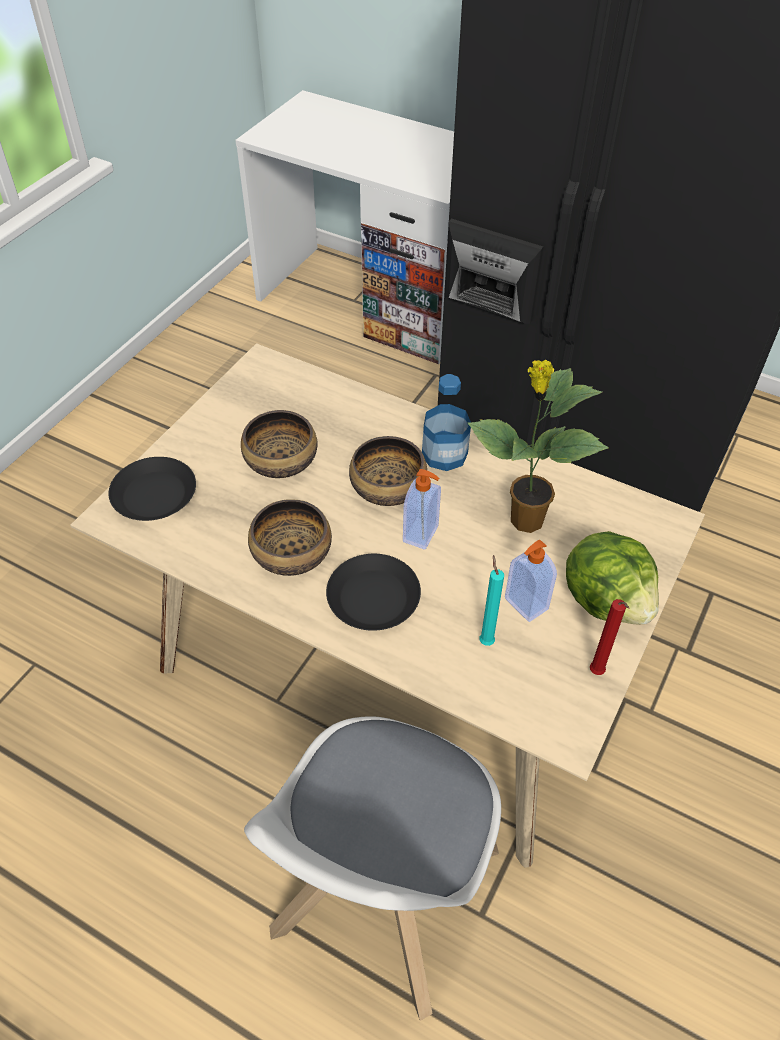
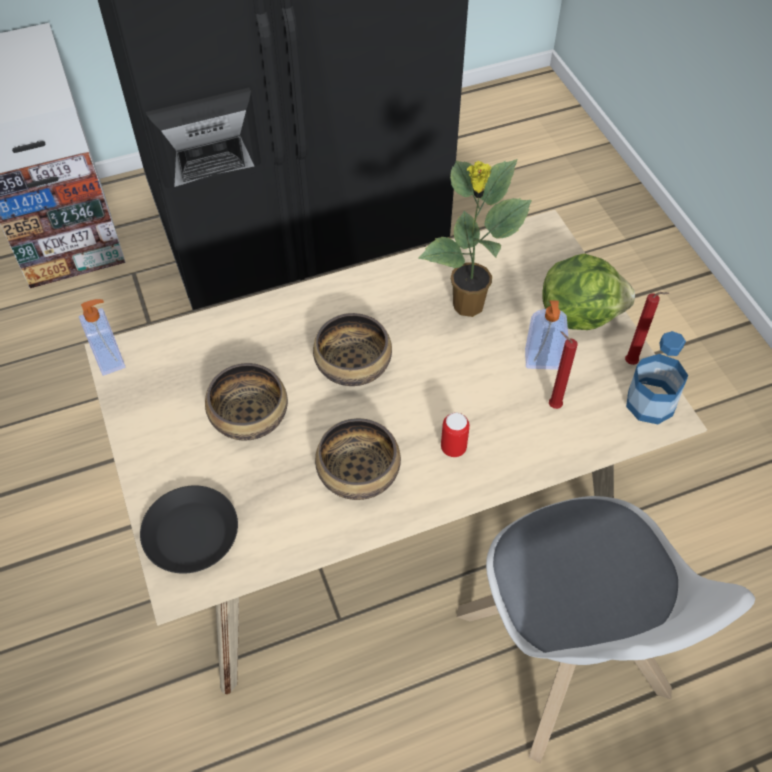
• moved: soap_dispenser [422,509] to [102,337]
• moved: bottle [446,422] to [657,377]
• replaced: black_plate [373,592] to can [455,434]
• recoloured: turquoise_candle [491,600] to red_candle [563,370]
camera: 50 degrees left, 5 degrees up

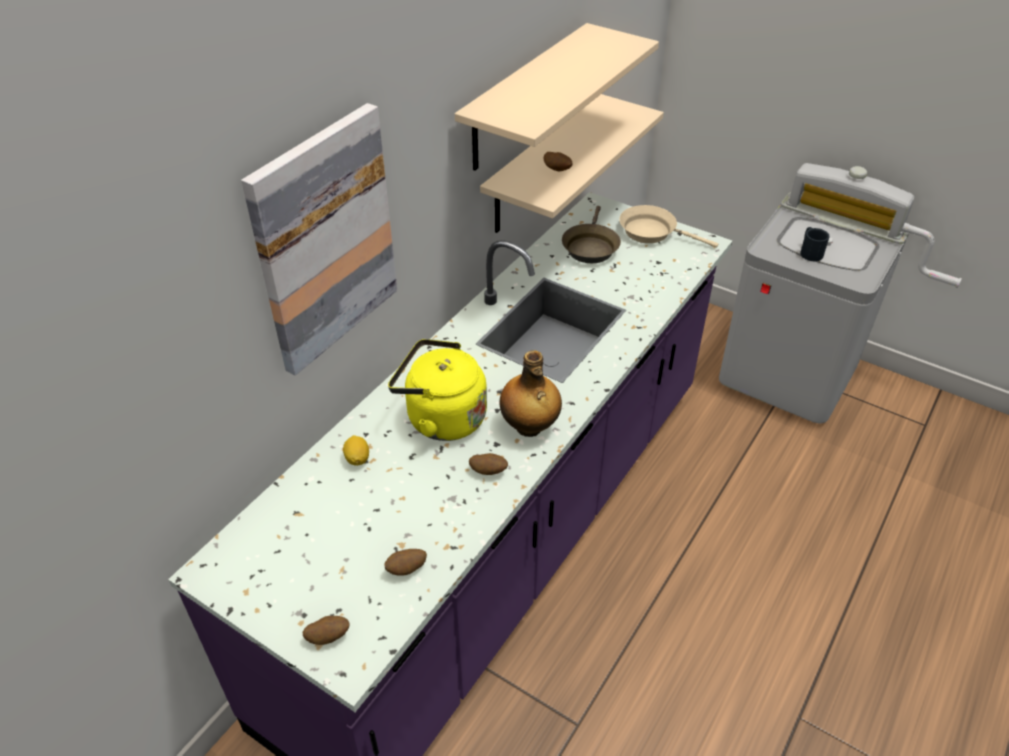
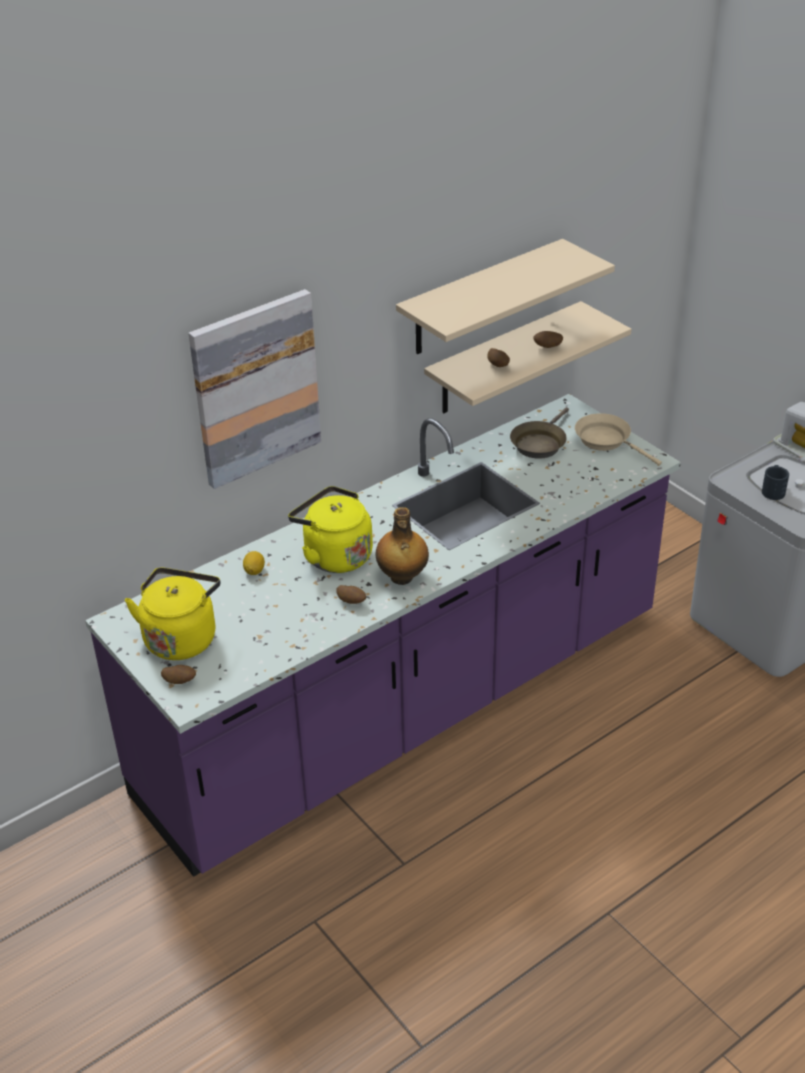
• added: yellow_kettle [173,614]
• moved: potato [405,562] to [548,339]
camera: 20 degrees right, 5 degrees down

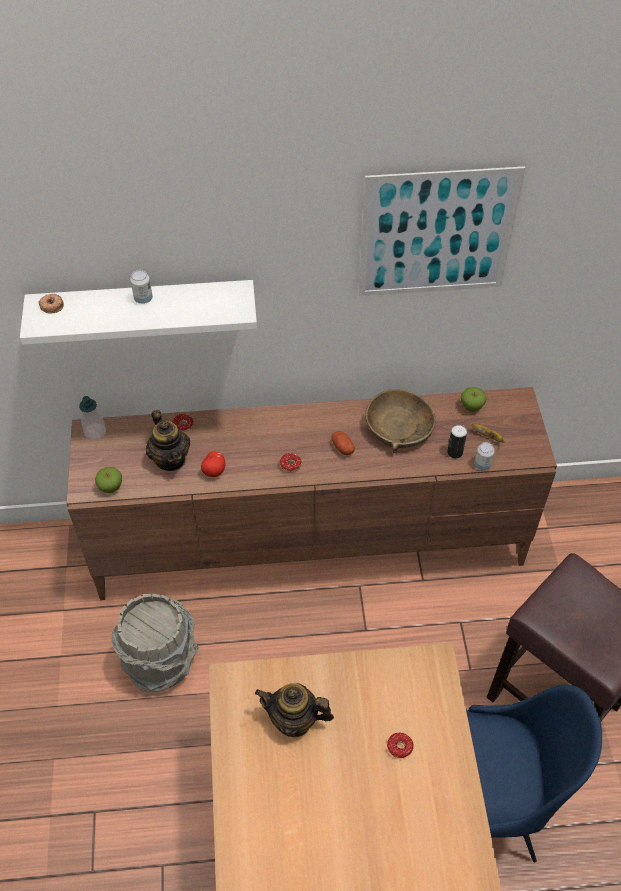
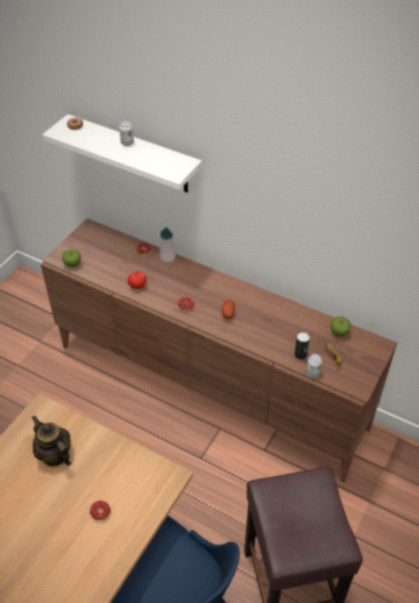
• removed: grey_bucket [155,643]
• removed: teapot [168,440]
• removed: picture [442,231]
• removed: brown_bowl [400,421]
• moved: soap_dispenser [92,418] to [167,245]
camera: 35 degrees right, 5 degrees down

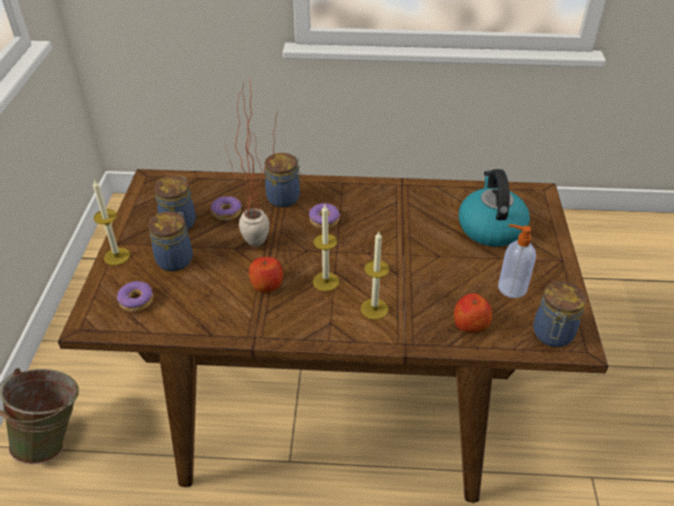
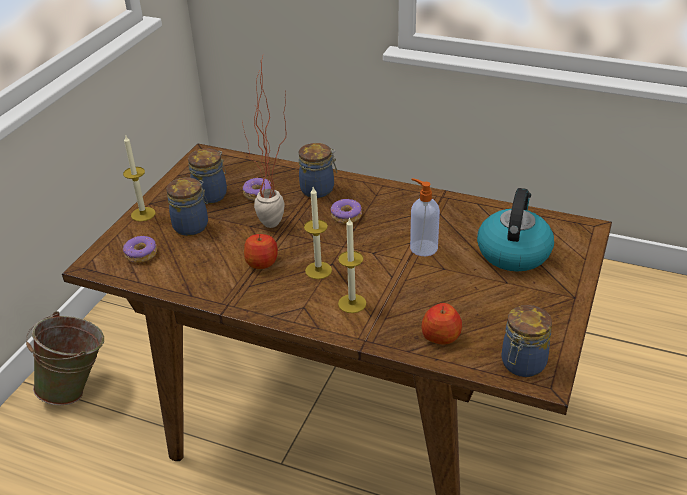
• moved: soap_dispenser [517,261] to [425,217]
camera: 20 degrees right, 5 degrees down

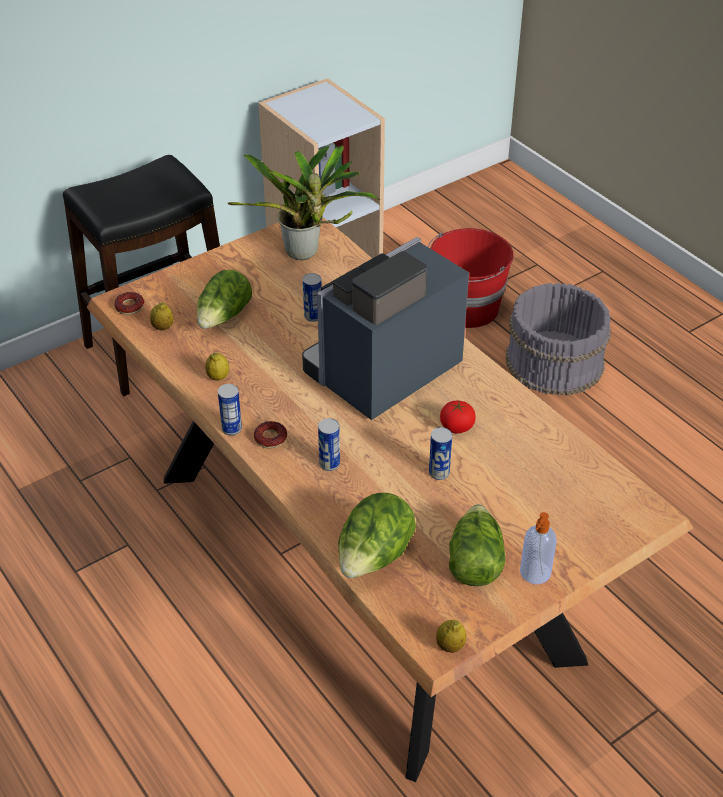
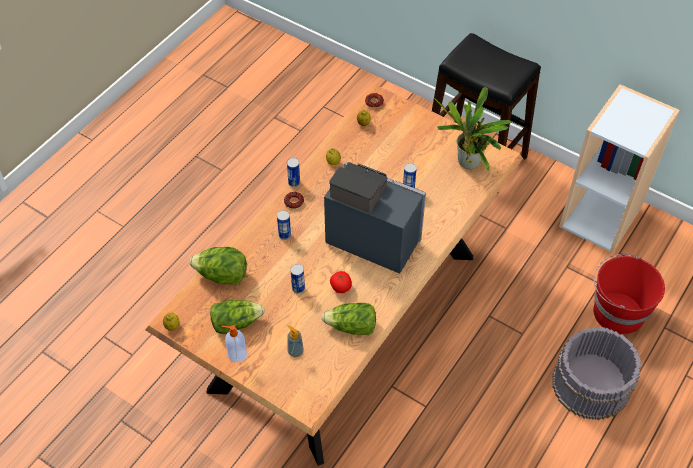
• added: soap_dispenser [295,341]
• moved: lettuce [224,299] to [348,319]
camera: 70 degrees right, 10 degrees up

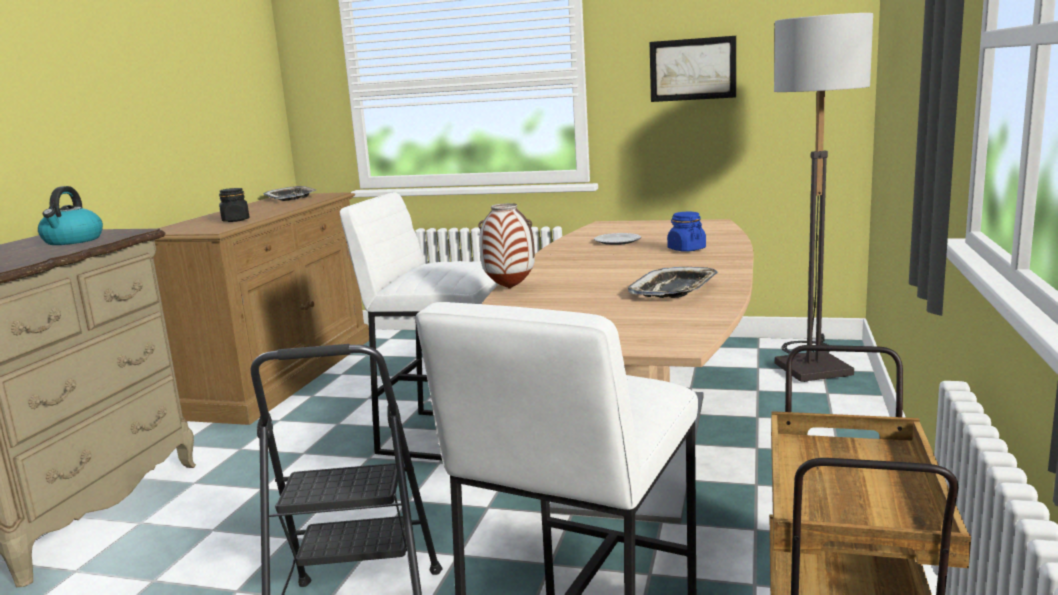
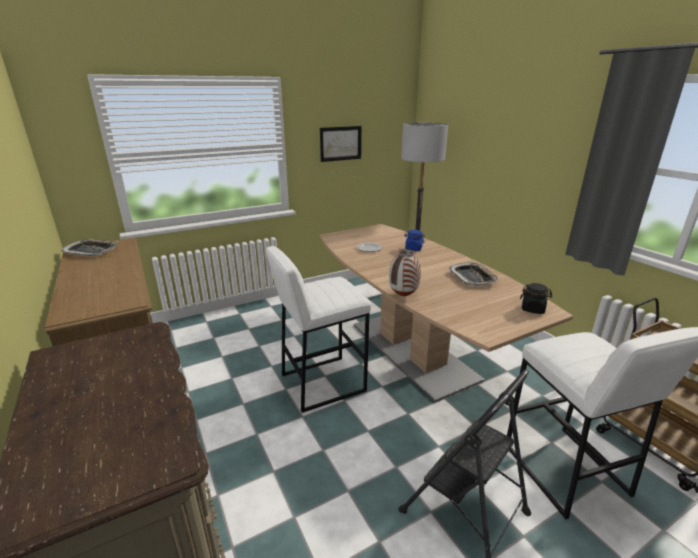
• removed: kettle [70,215]
• moved: black_jar [234,205] to [536,298]
camera: 45 degrees left, 10 degrees up

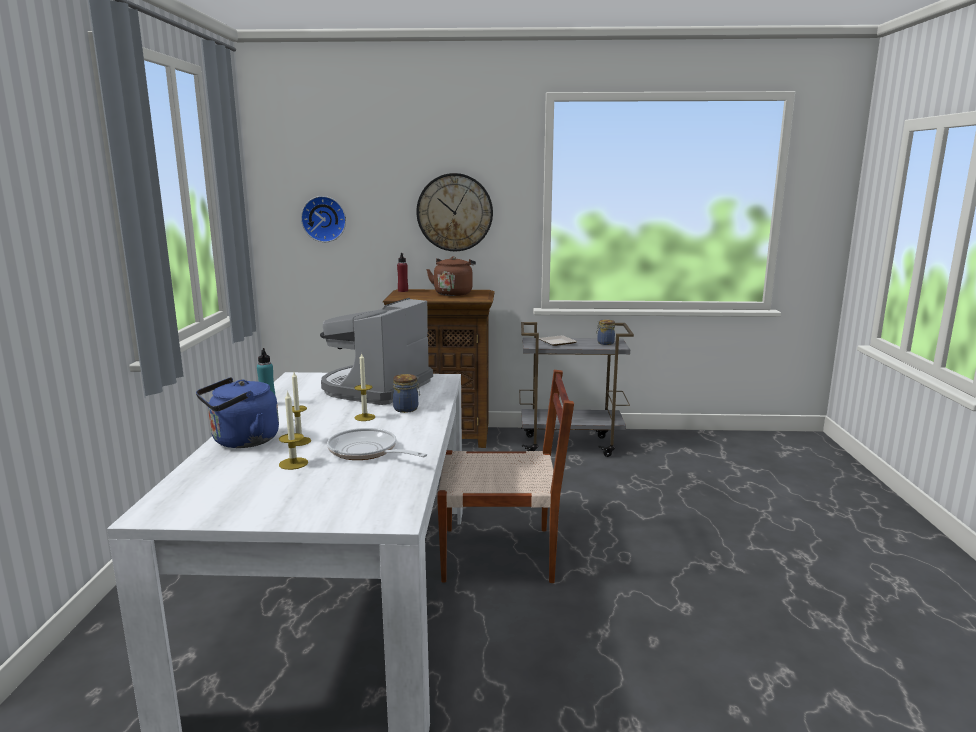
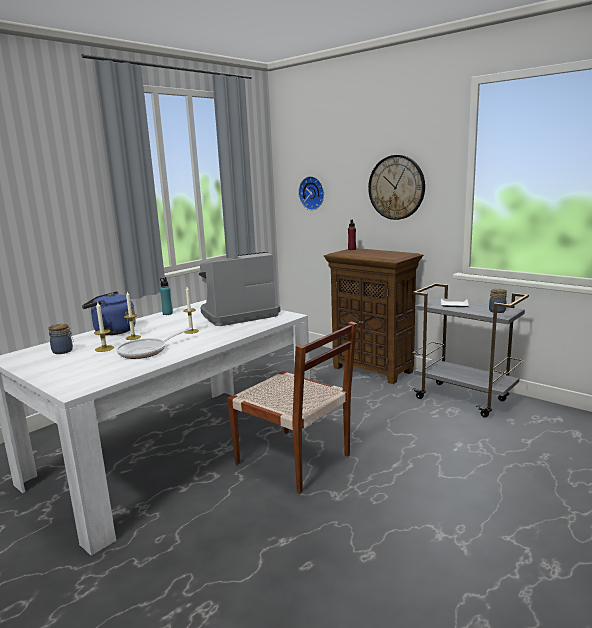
• removed: brown_kettle [451,276]
• moved: jar [406,393] to [61,339]
• turned: frying_pan [377,444] = [154,343] 120 degrees counterclockwise
camera: 40 degrees right, 0 degrees up

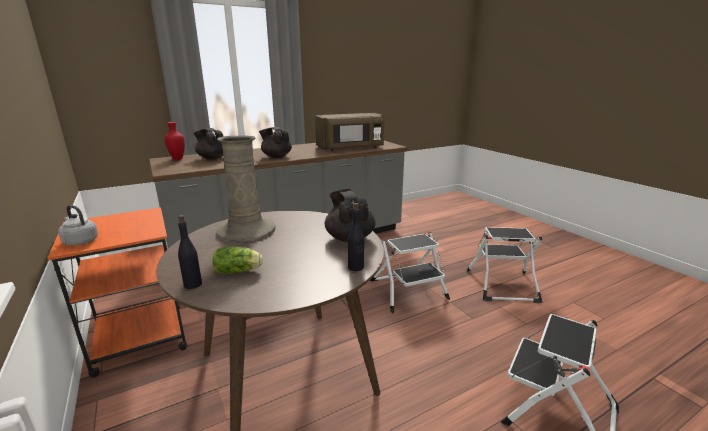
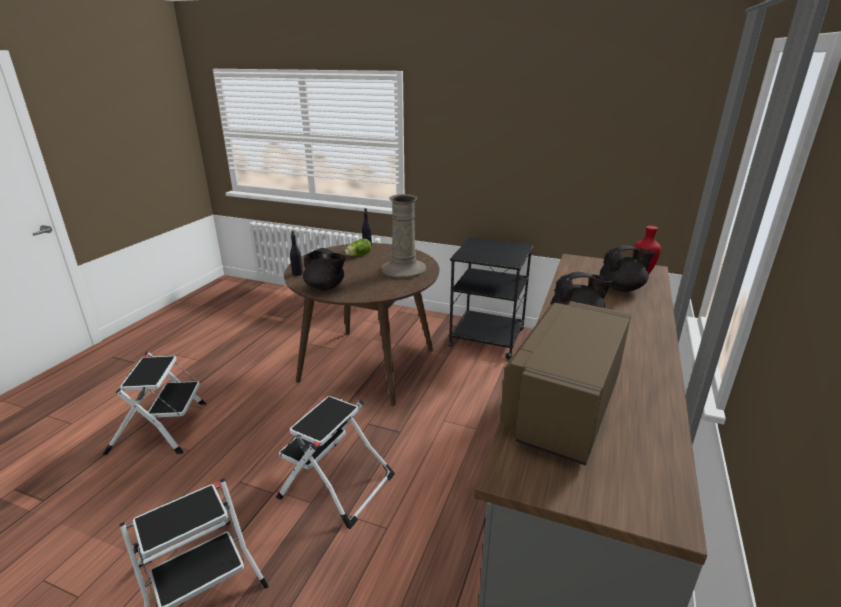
• removed: grey_kettle [78,225]
• recoloured: orange_cart [118,292] to black_cart [491,298]
camera: 140 degrees right, 5 degrees up

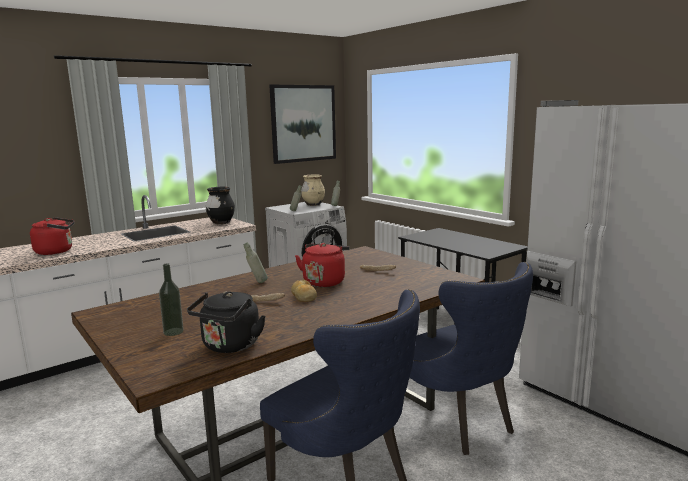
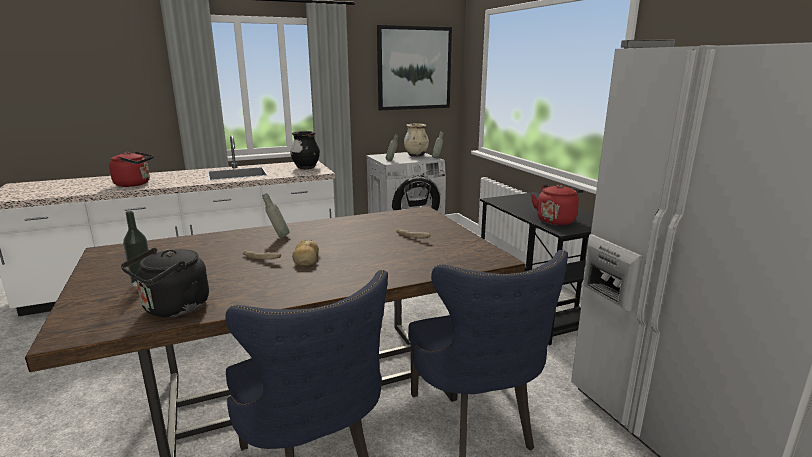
• moved: red_kettle [322,265] to [557,204]
camera: 15 degrees right, 5 degrees up

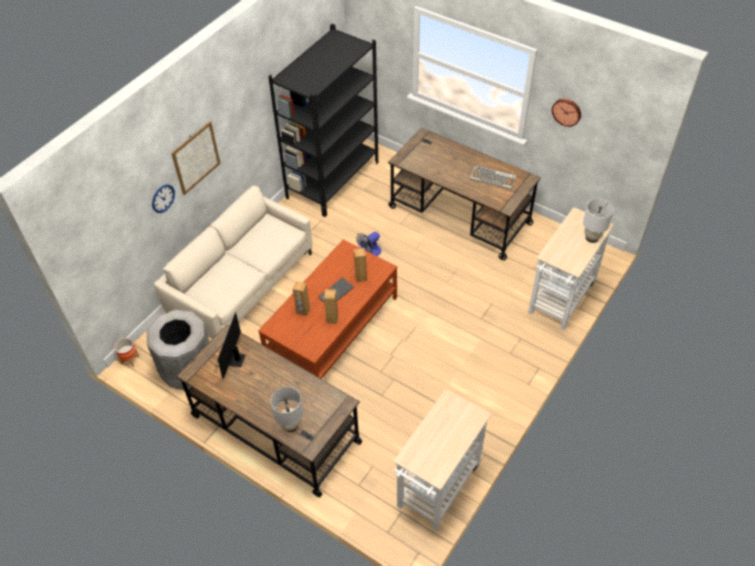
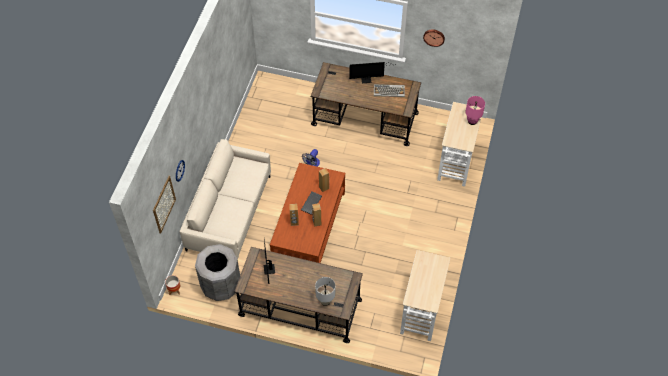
• removed: black_bookcase [323,120]
• added: monitor [370,72]
• moved: picture [196,158] to [164,205]
• recoloured: white_table_lamp [598,221] to pink_table_lamp [475,110]
camera: 20 degrees left, 5 degrees up

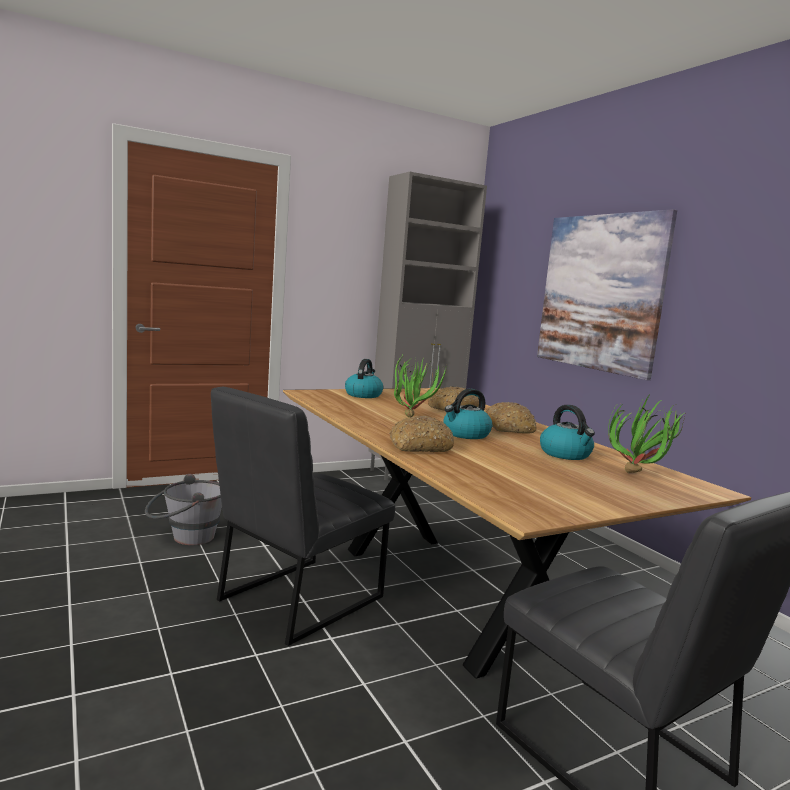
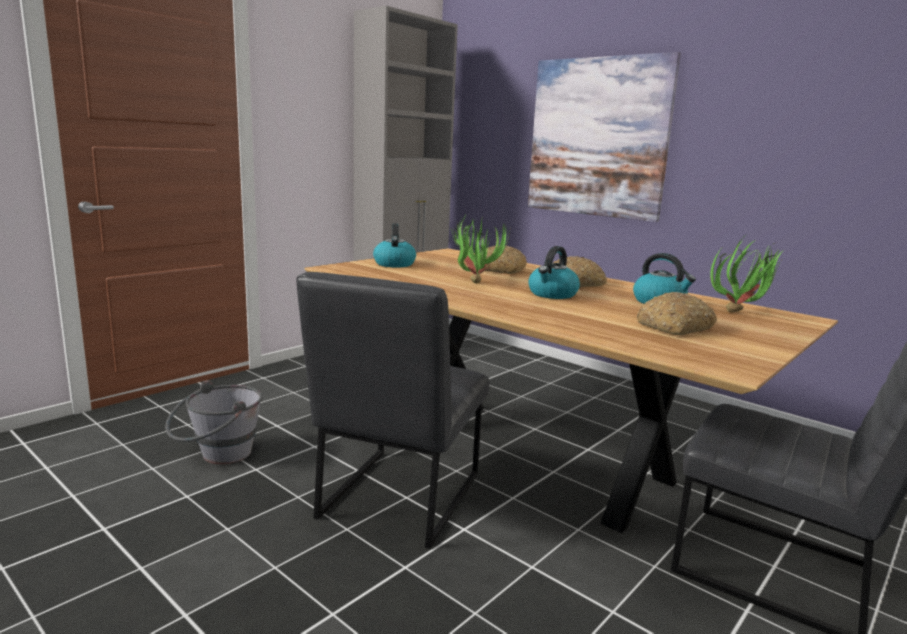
• moved: bread [422,434] to [677,313]
camera: 20 degrees left, 5 degrees up

